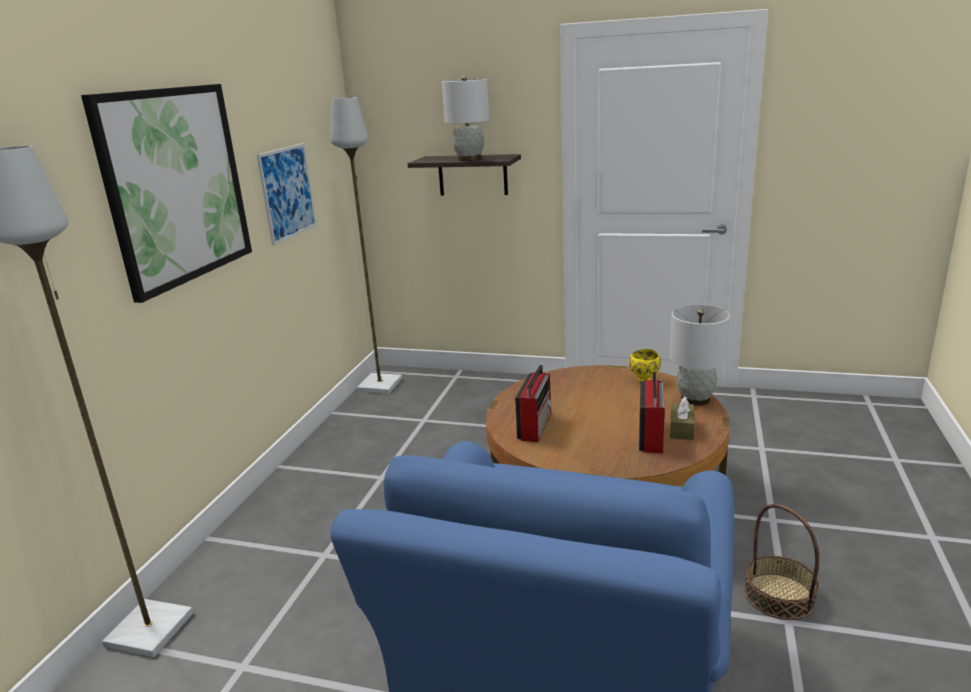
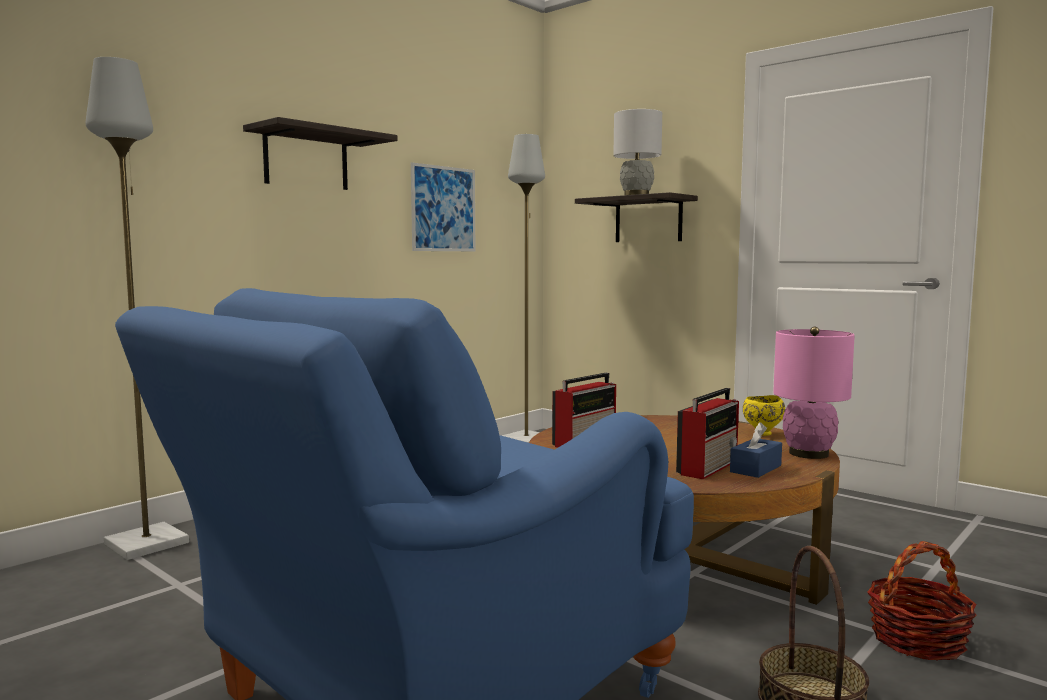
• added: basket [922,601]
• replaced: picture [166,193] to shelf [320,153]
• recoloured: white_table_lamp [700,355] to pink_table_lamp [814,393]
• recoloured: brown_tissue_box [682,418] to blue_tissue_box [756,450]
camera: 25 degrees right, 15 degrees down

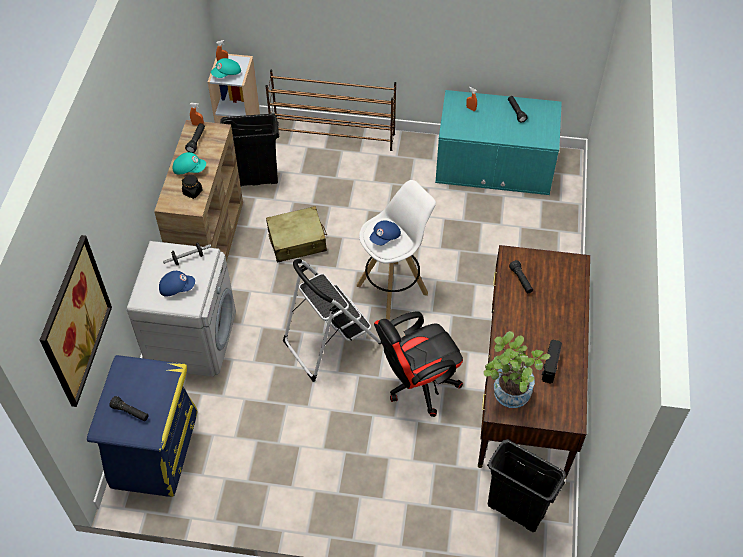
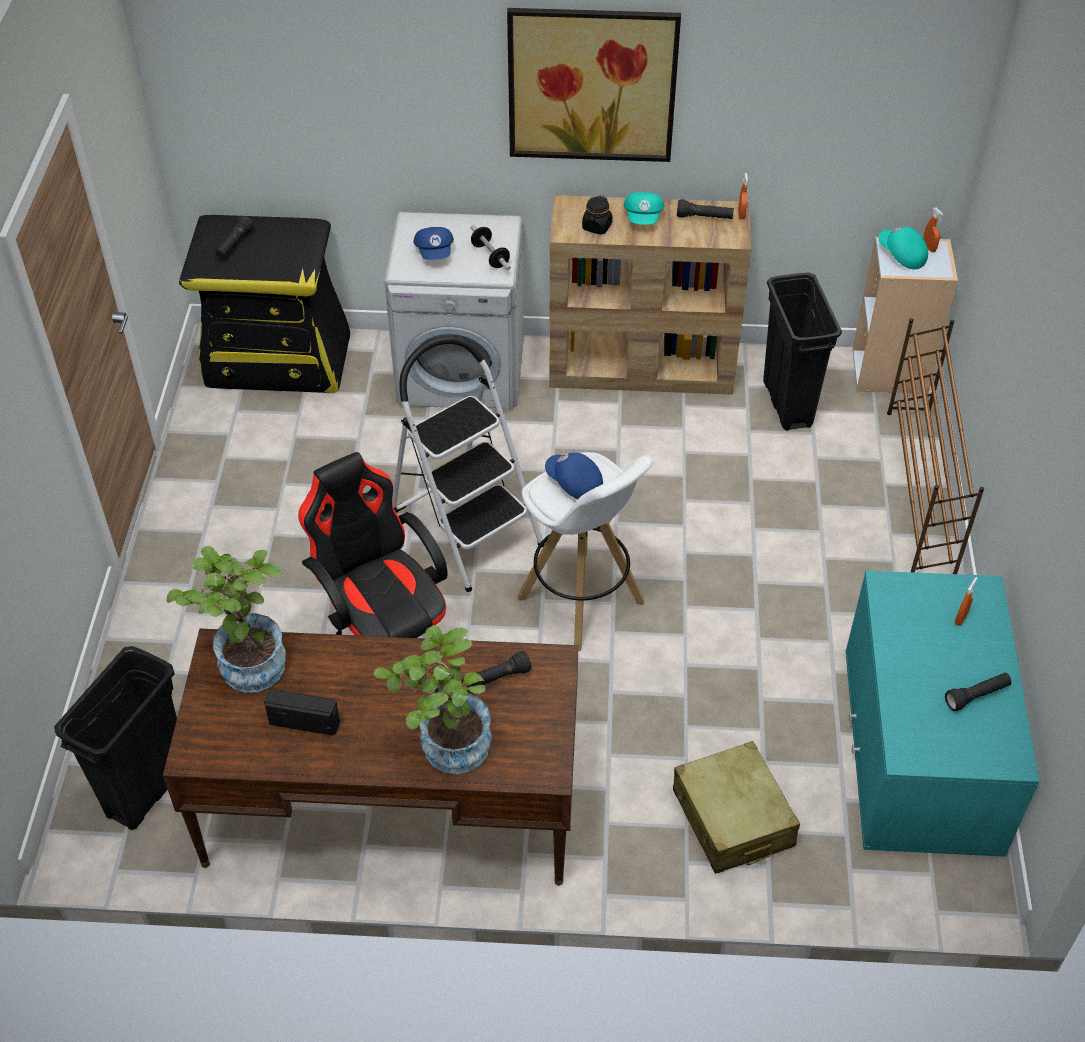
• added: potted_plant [432,699]
• moved: picture [76,321] to [594,85]
• moved: beige_suitcase [296,234] to [736,807]
• recoloured: blue_nightstand [142,426] to black_nightstand [264,304]
camera: 85 degrees right, 5 degrees down

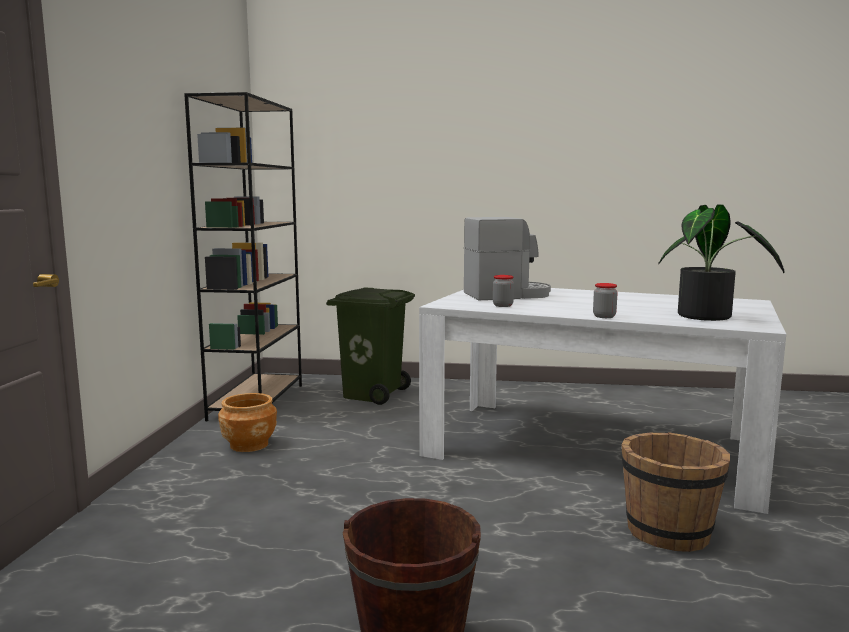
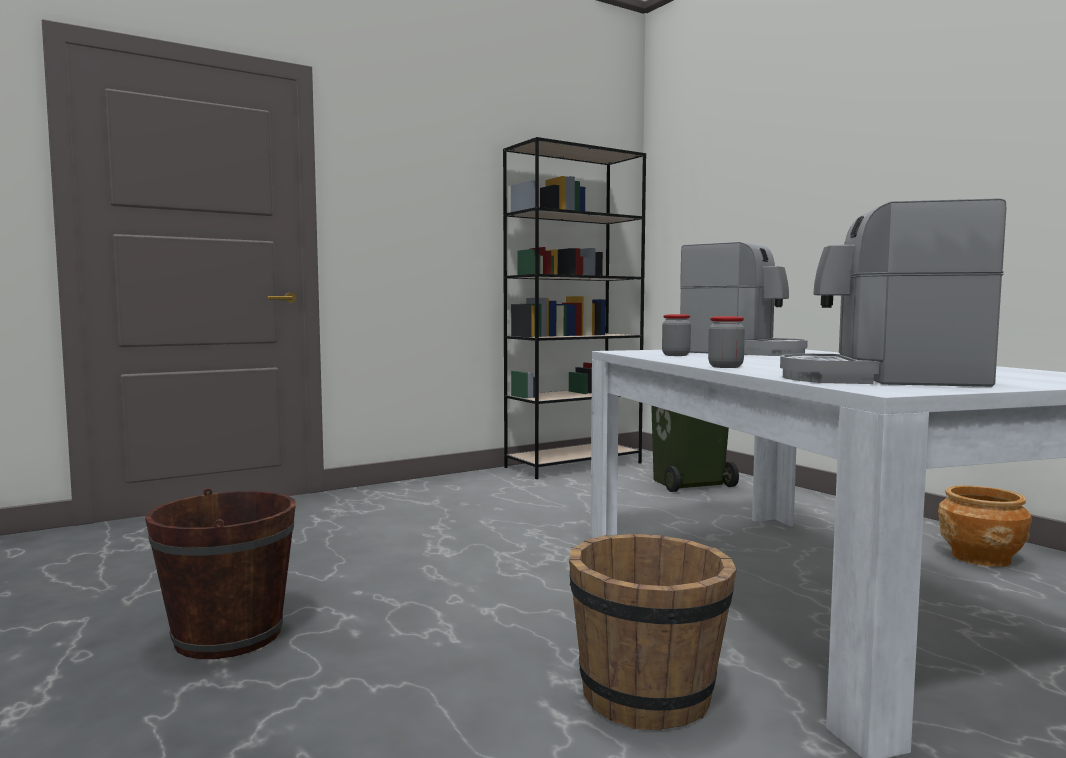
• moved: brown_planter [247,422] to [985,526]
• replaced: potted_plant [721,262] to coffee_machine [893,292]
camera: 50 degrees right, 5 degrees down

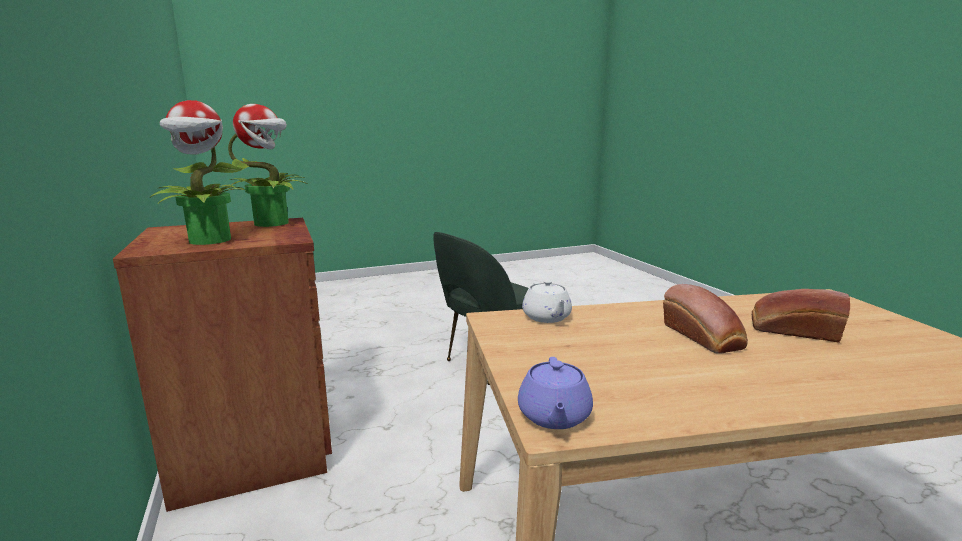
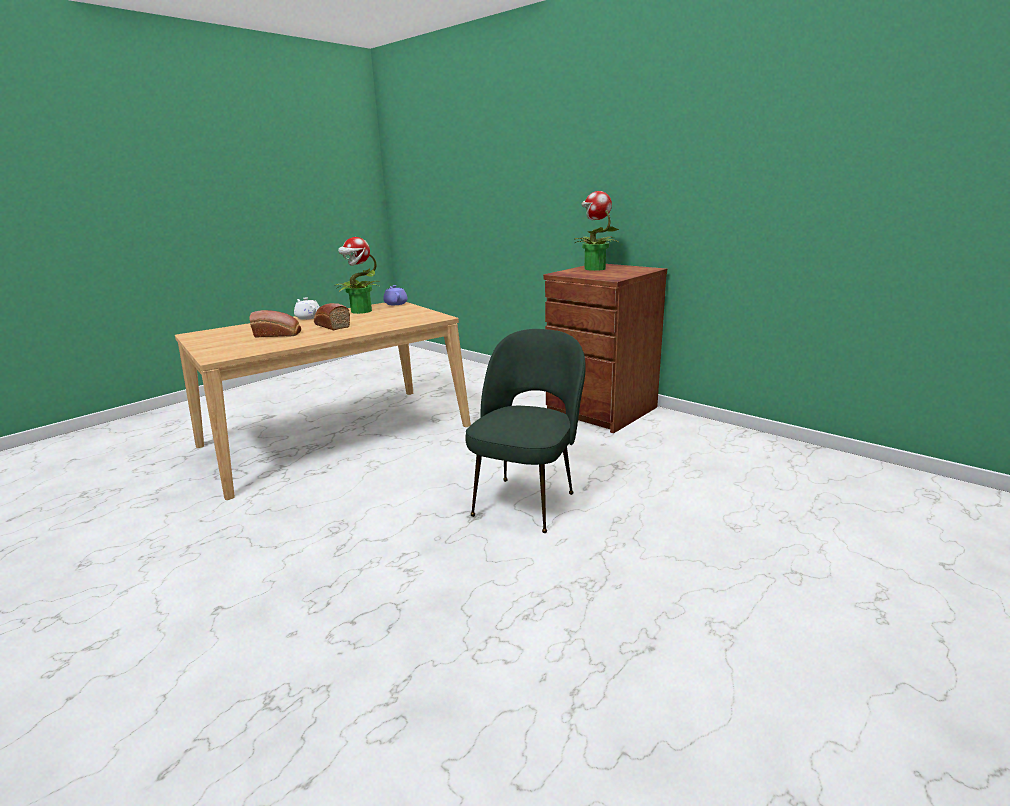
• moved: potted_plant [267,165] to [356,275]
• moved: white_teapot [547,301] to [307,308]
camera: 155 degrees right, 5 degrees up

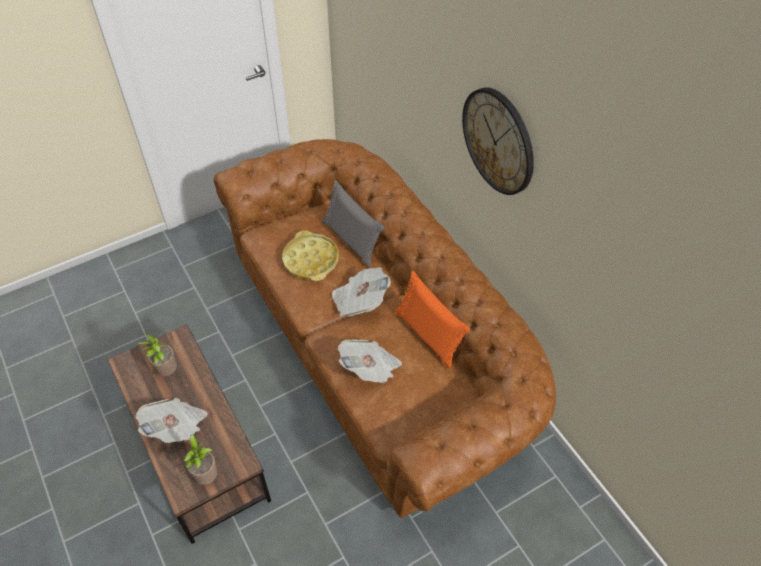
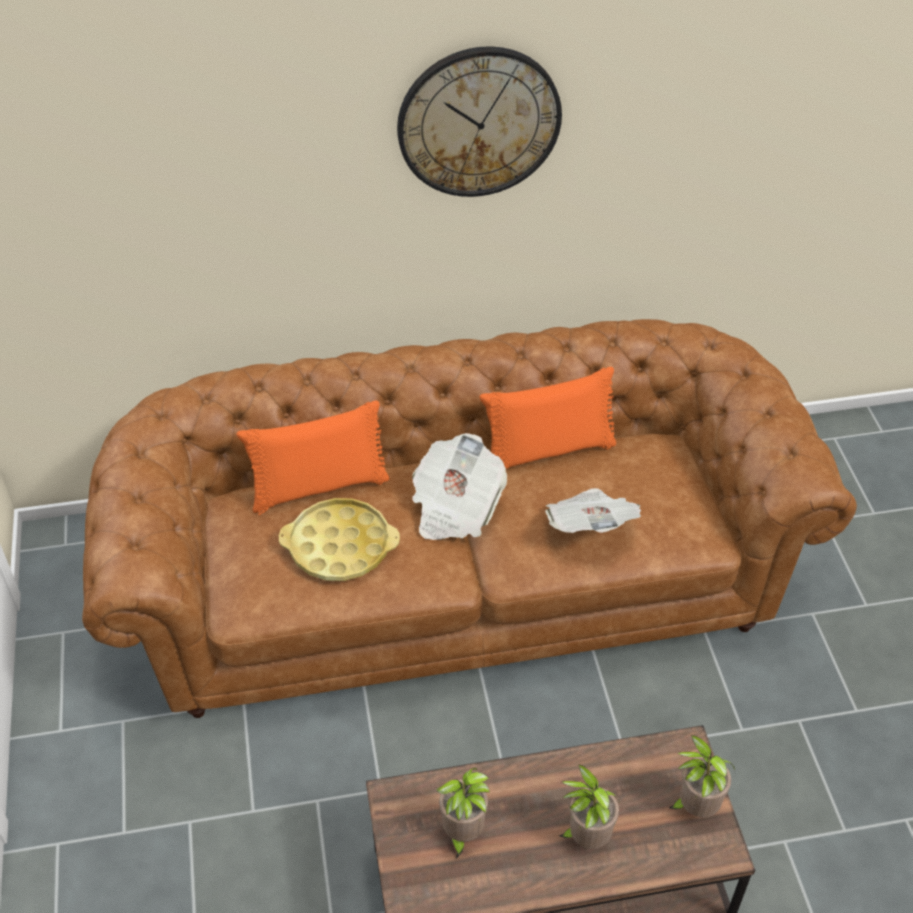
• replaced: newspaper [172,420] to potted_plant [589,807]
• recoloured: grey_pillow [353,223] to orange_pillow [313,458]
camera: 70 degrees left, 5 degrees down

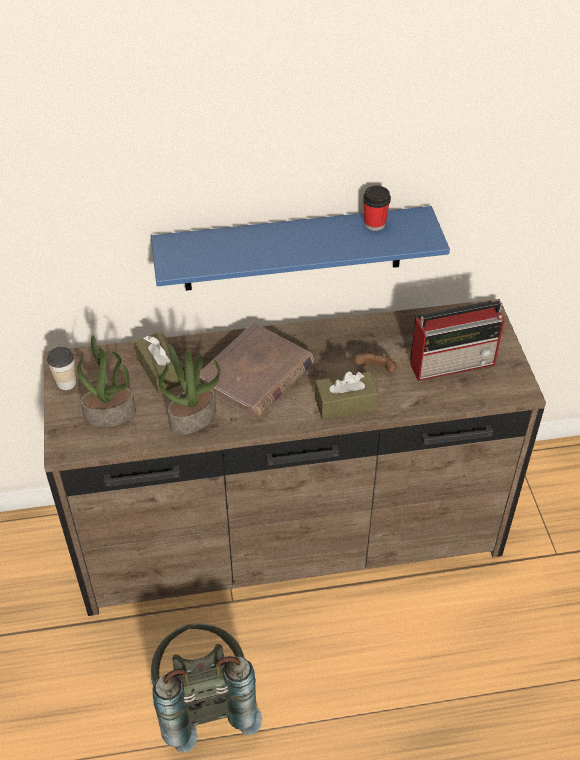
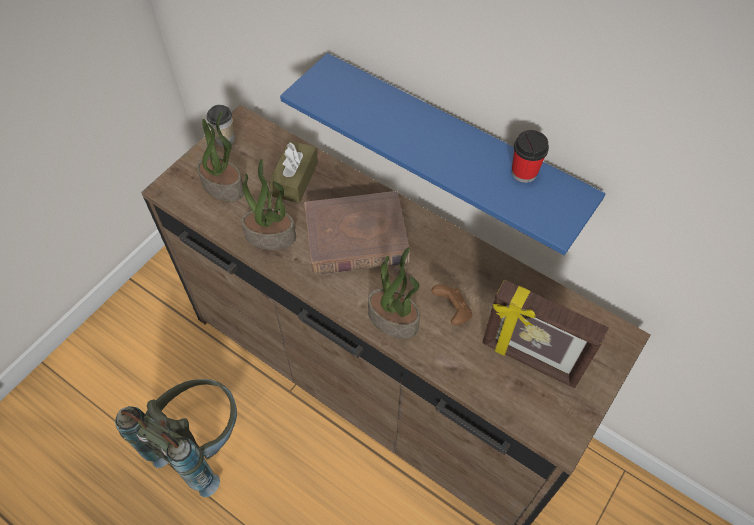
• replaced: brown_tissue_box [347,395] to potted_plant [394,293]
• replaced: radio [457,341] to picture_frame [545,334]
camera: 45 degrees right, 10 degrees up

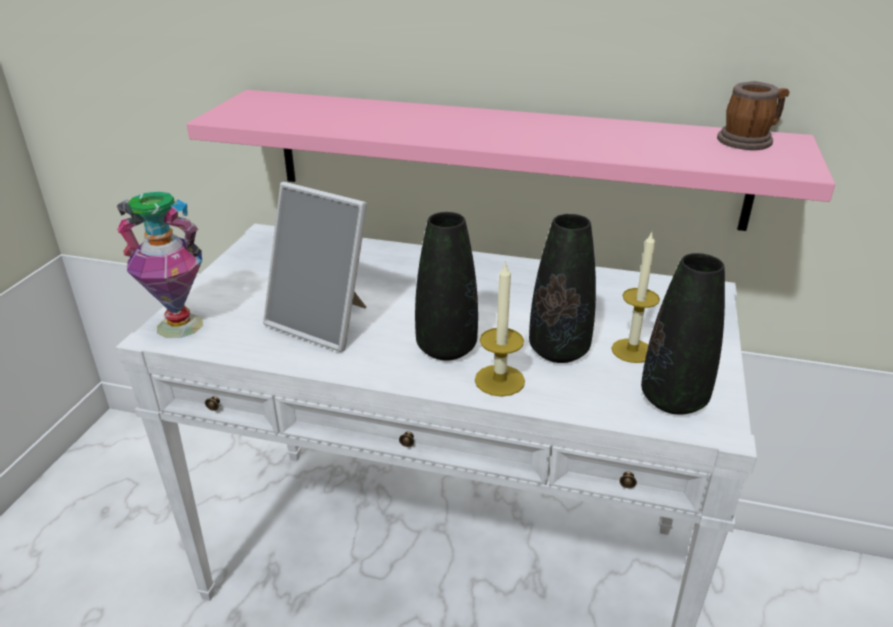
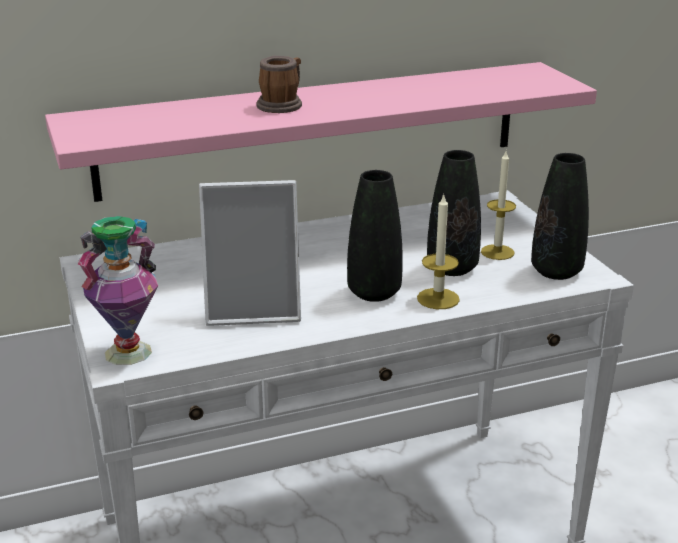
• moved: mug [753,115] to [279,84]
camera: 35 degrees left, 5 degrees down

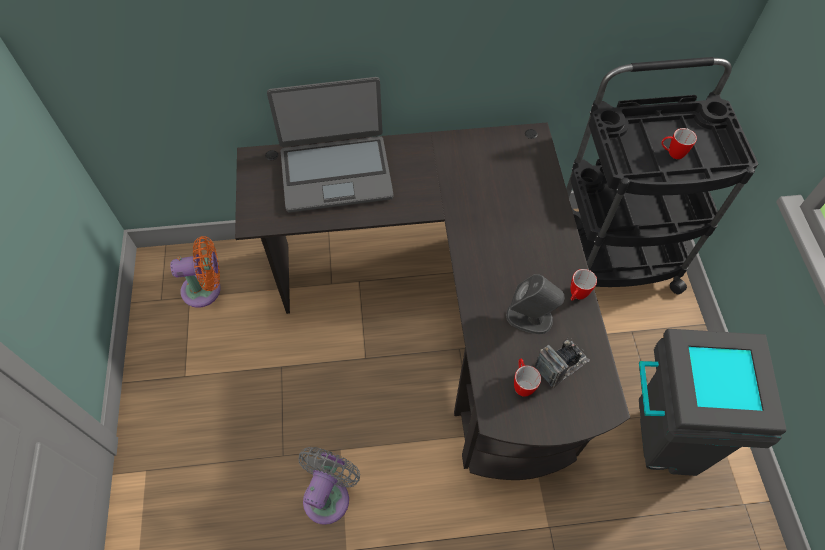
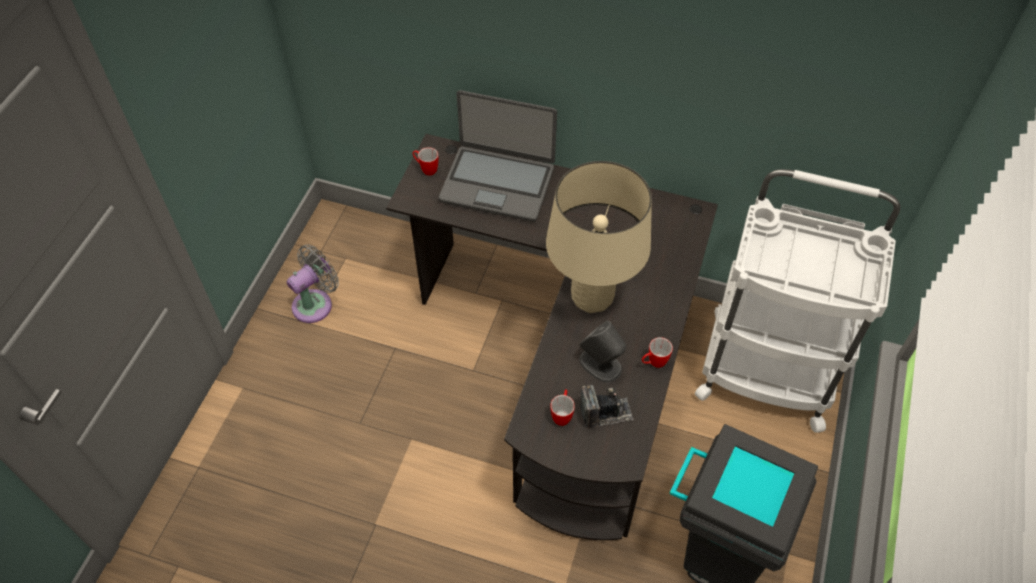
• removed: orange_fan [195,272]
• added: beige_table_lamp [599,237]
• moved: grey_fan [329,486] to [313,284]
• moved: mug [679,143] to [425,161]
• recoloured: black_cart [662,175] to white_cart [797,301]
camera: 25 degrees right, 5 degrees down

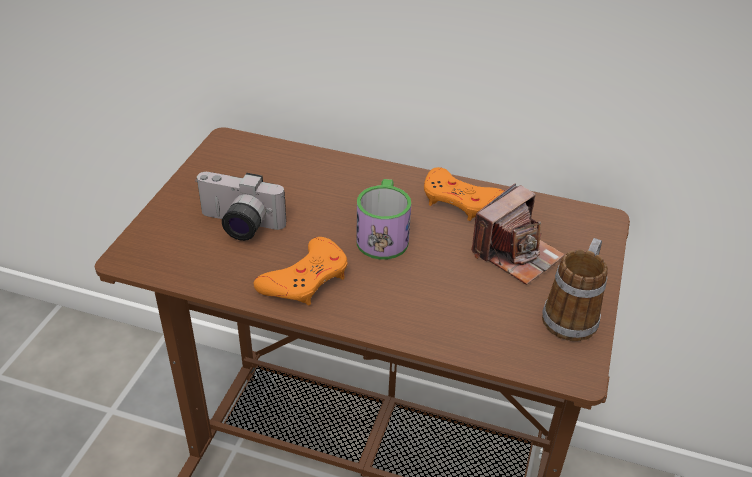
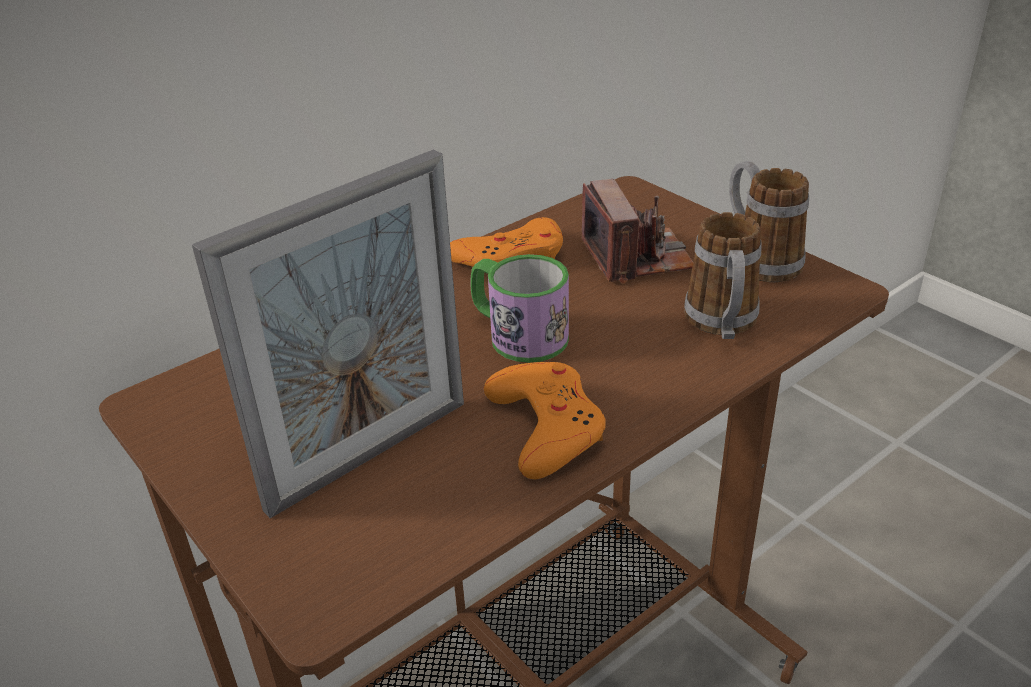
• added: mug [723,275]
• replaced: photo_camera [240,206] to picture_frame [328,334]
camera: 55 degrees left, 5 degrees down

